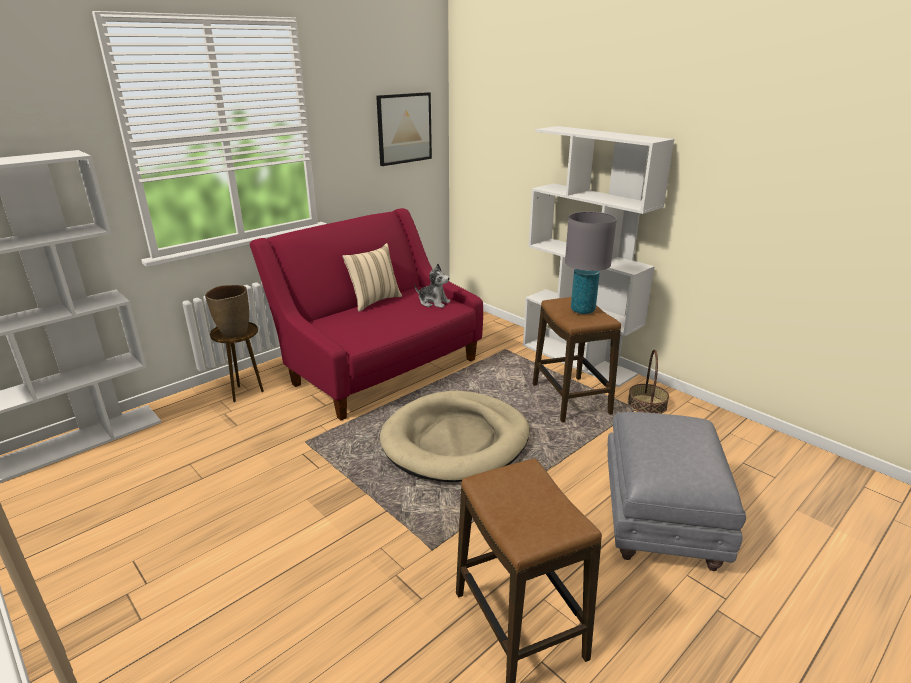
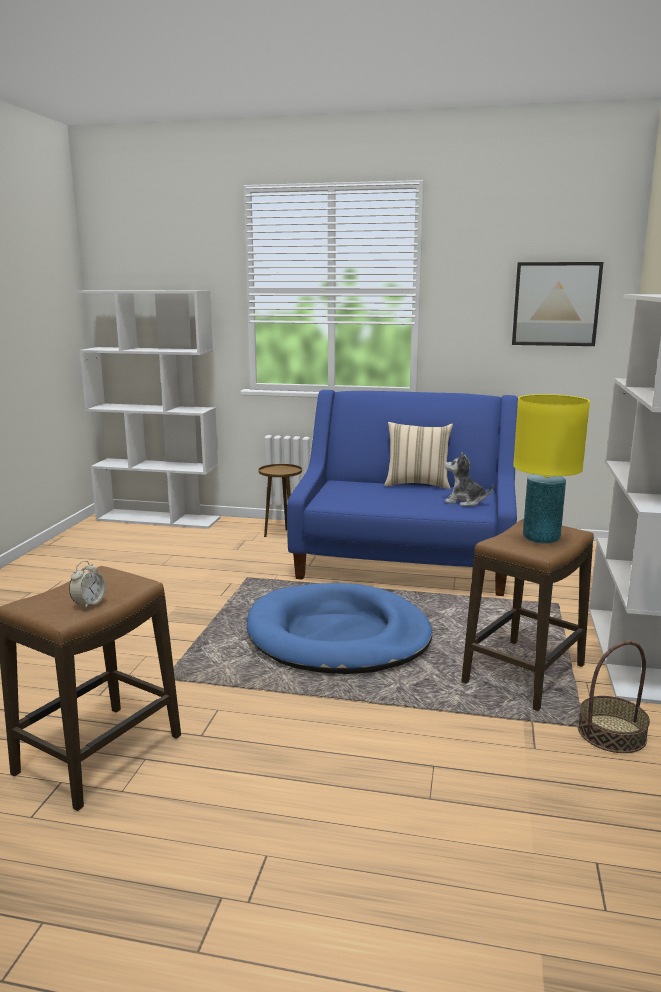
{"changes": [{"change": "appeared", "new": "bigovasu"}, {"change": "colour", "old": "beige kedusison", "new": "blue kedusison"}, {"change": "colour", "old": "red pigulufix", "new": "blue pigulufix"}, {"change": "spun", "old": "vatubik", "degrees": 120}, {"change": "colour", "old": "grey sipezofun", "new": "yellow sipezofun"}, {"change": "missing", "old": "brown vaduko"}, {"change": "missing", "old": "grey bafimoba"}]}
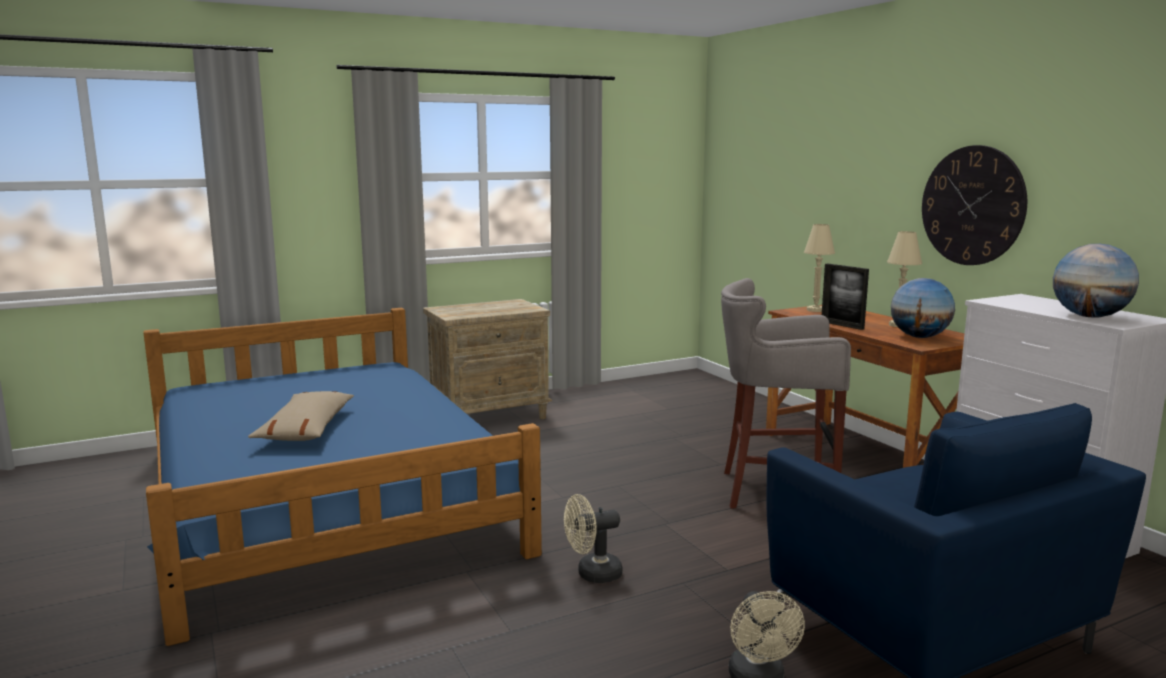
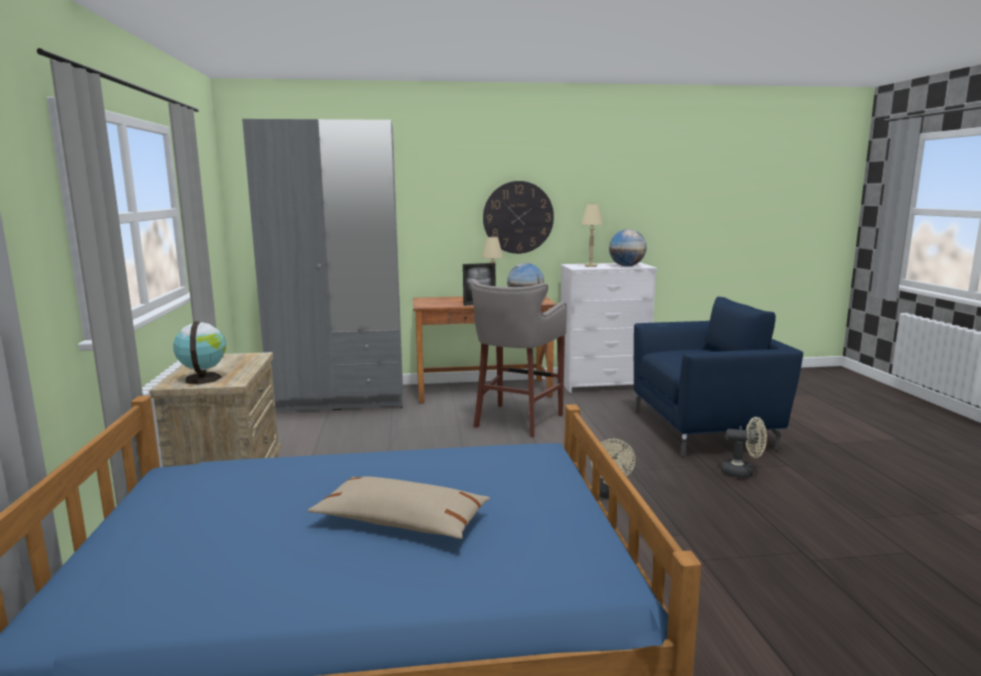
{"changes": [{"change": "appeared", "new": "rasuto (no. 1 from left)"}, {"change": "appeared", "new": "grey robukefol"}, {"change": "relocated", "old": "beige sipezofun (no. 1 from left in the first image)", "new": "beige sipezofun (no. 2 from left)"}]}
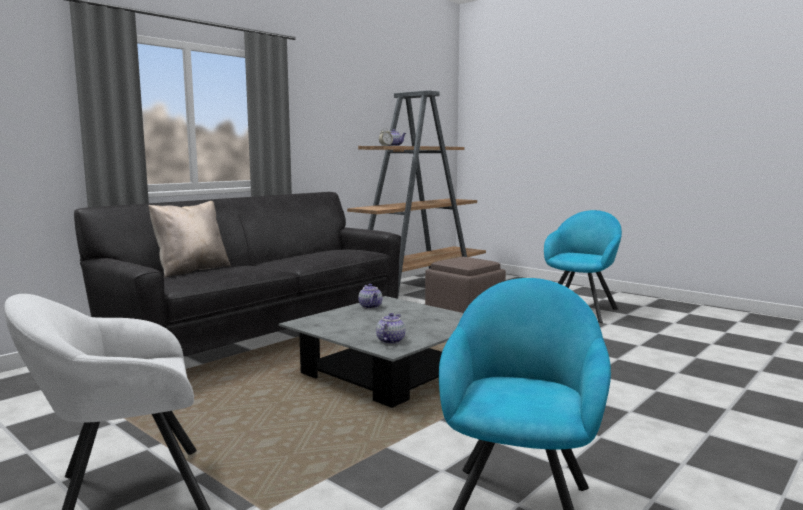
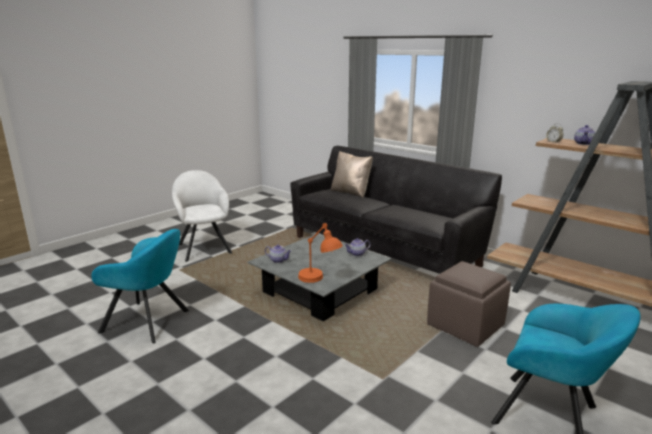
{"changes": [{"change": "appeared", "new": "orange sipezofun"}]}
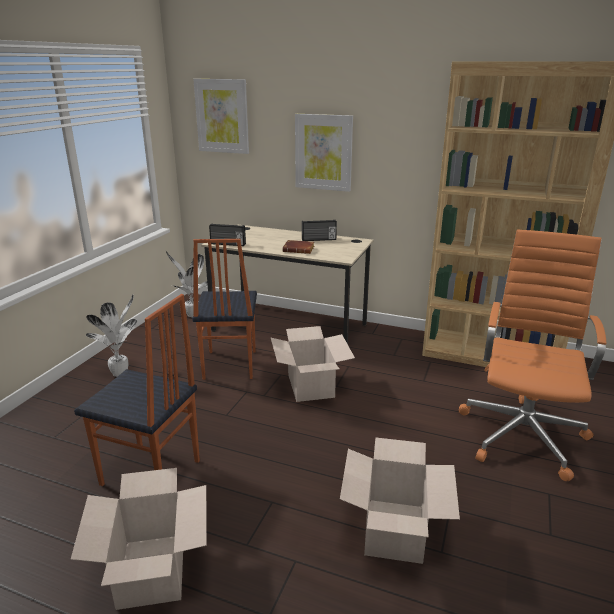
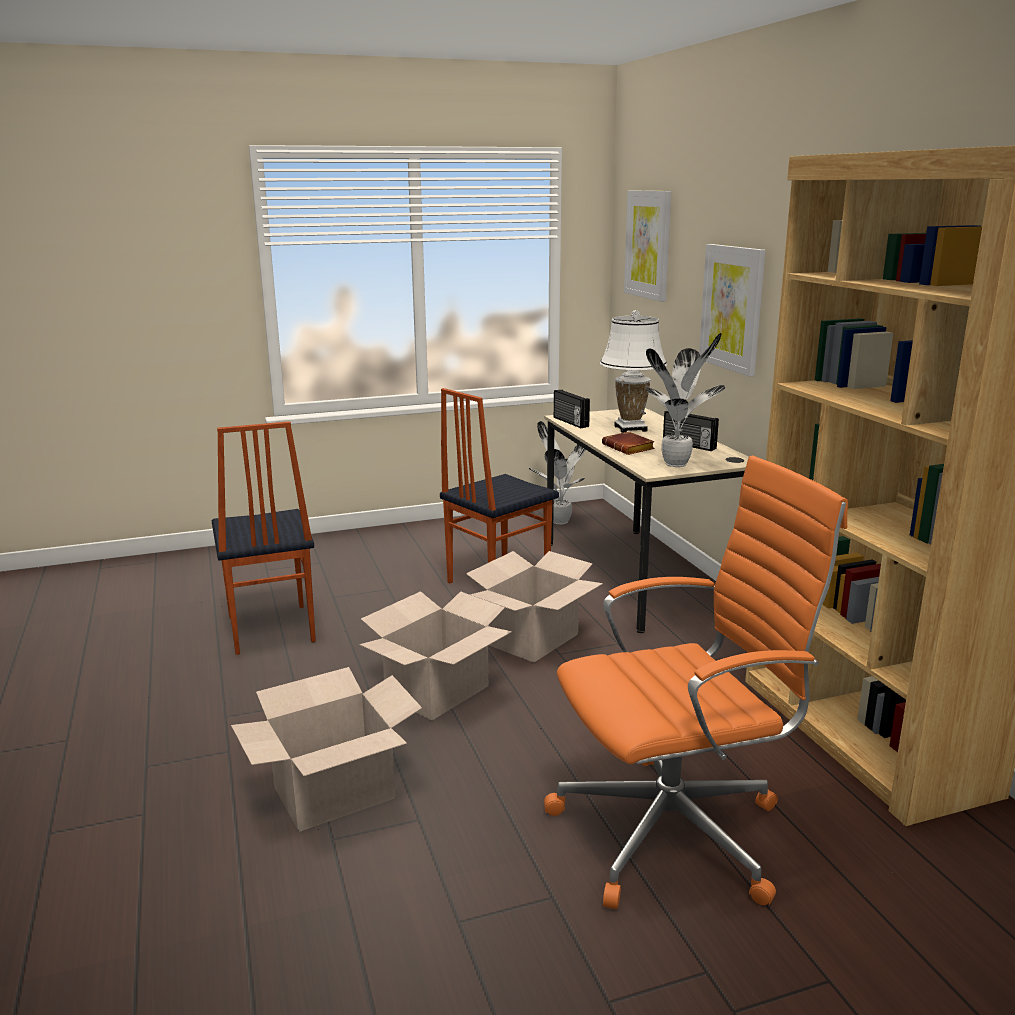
{"changes": [{"change": "relocated", "old": "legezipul (no. 1 from left in the first image)", "new": "legezipul (no. 2 from left)"}, {"change": "appeared", "new": "white sipezofun"}, {"change": "relocated", "old": "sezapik (no. 1 from left in the first image)", "new": "sezapik (no. 2 from left)"}]}
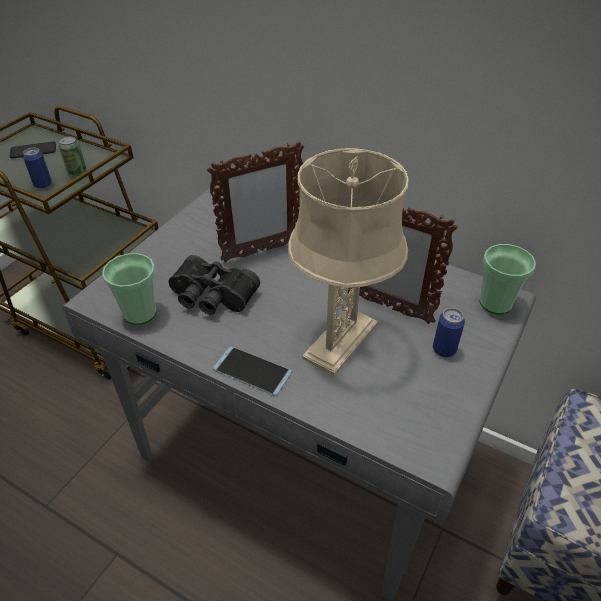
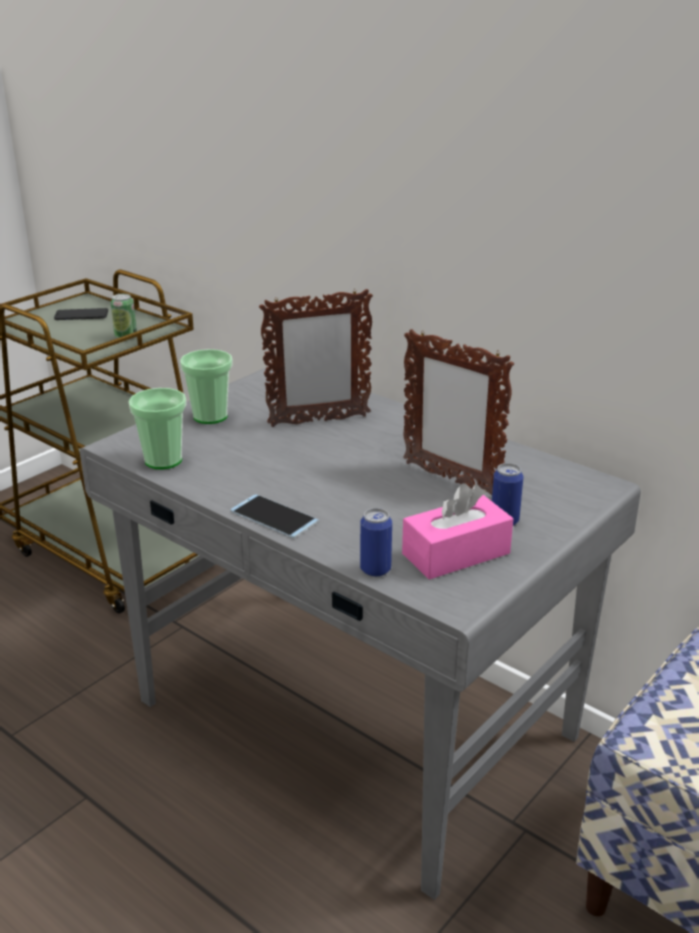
{"changes": [{"change": "relocated", "old": "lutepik (no. 2 from left)"}, {"change": "relocated", "old": "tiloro (no. 1 from left in the first image)", "new": "tiloro (no. 2 from left)"}, {"change": "appeared", "new": "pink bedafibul"}, {"change": "missing", "old": "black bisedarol"}, {"change": "missing", "old": "beige sipezofun"}]}
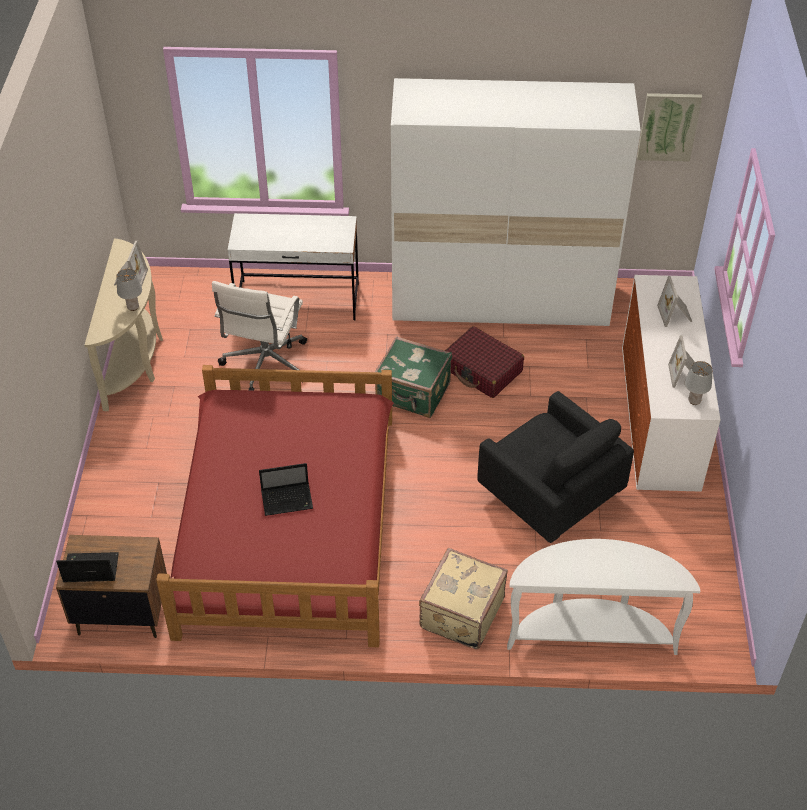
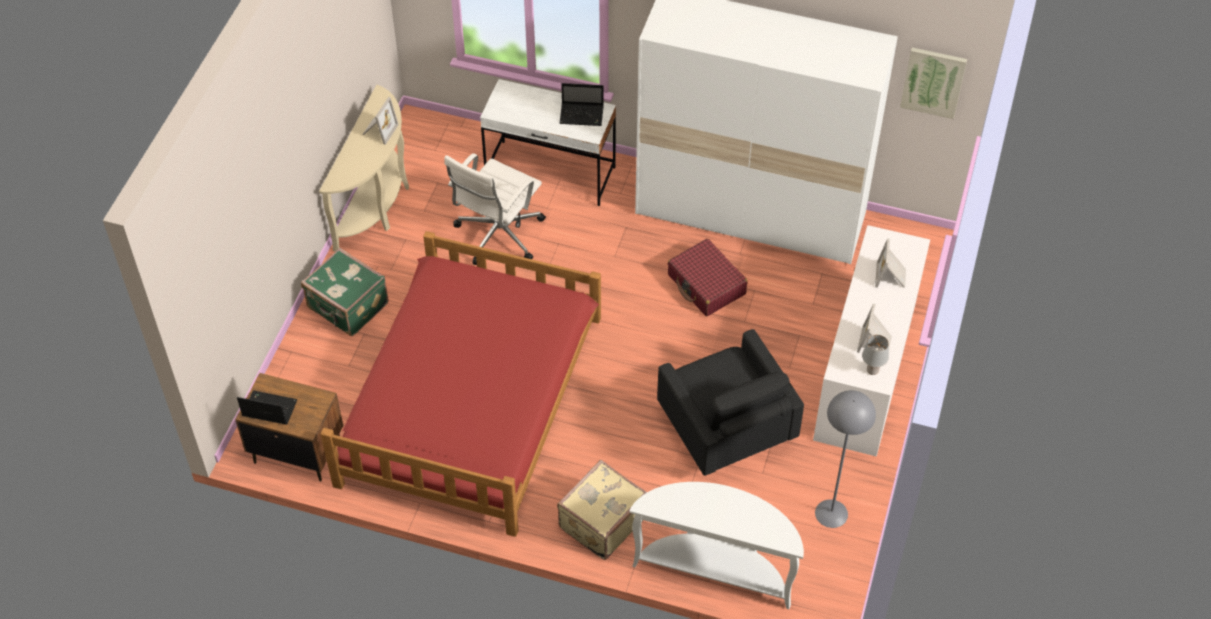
{"changes": [{"change": "relocated", "old": "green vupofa"}, {"change": "relocated", "old": "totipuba (no. 2 from left)"}, {"change": "appeared", "new": "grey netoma"}, {"change": "missing", "old": "grey sipezofun (no. 1 from left)"}]}
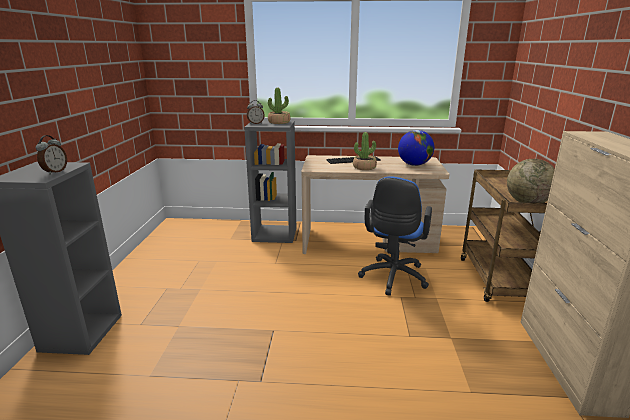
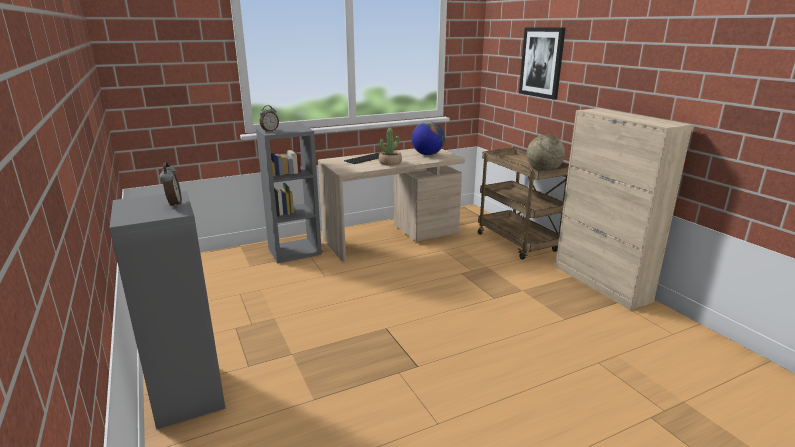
{"changes": [{"change": "appeared", "new": "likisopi"}, {"change": "missing", "old": "sezapik (no. 1 from left)"}, {"change": "missing", "old": "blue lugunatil"}]}
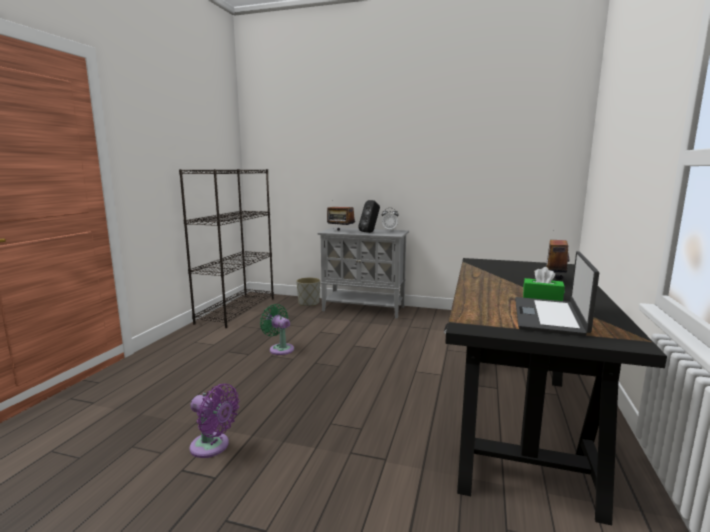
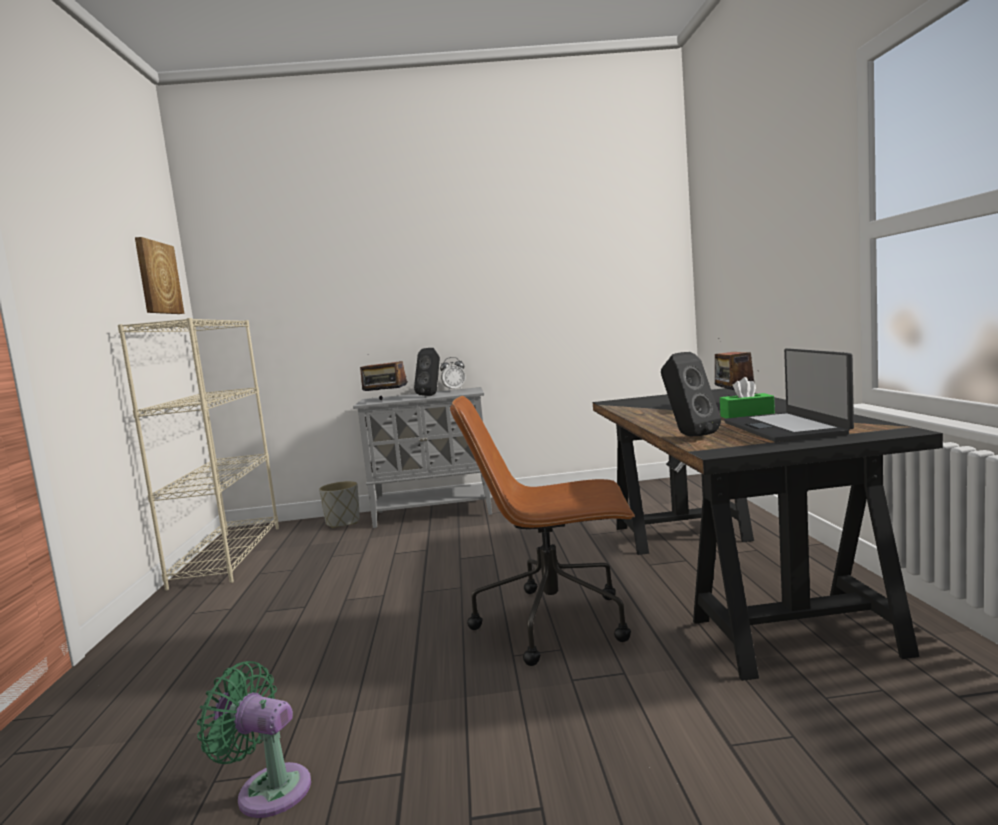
{"changes": [{"change": "colour", "old": "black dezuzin", "new": "beige dezuzin"}, {"change": "appeared", "new": "likisopi"}, {"change": "relocated", "old": "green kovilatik"}, {"change": "appeared", "new": "brown lugunatil"}, {"change": "appeared", "new": "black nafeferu (no. 2 from left)"}, {"change": "missing", "old": "purple kovilatik"}]}
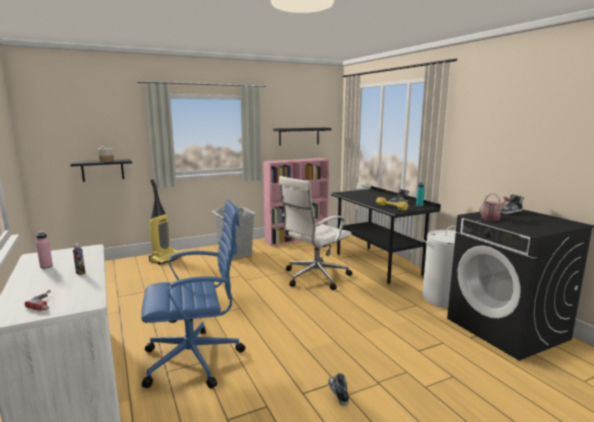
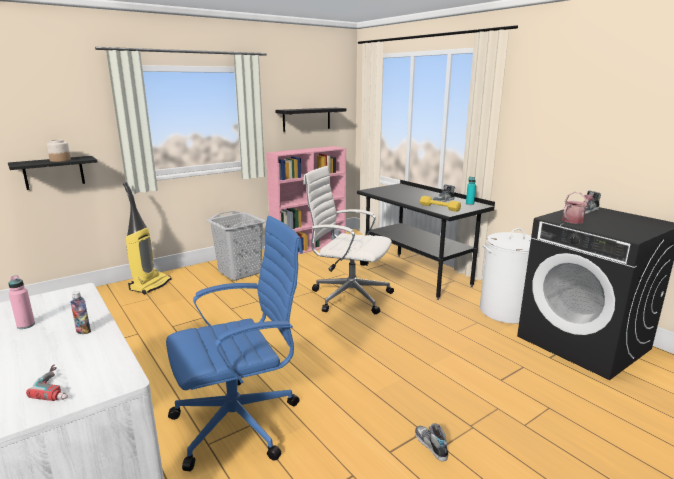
{"changes": [{"change": "spun", "old": "white lugunatil", "degrees": 75}]}
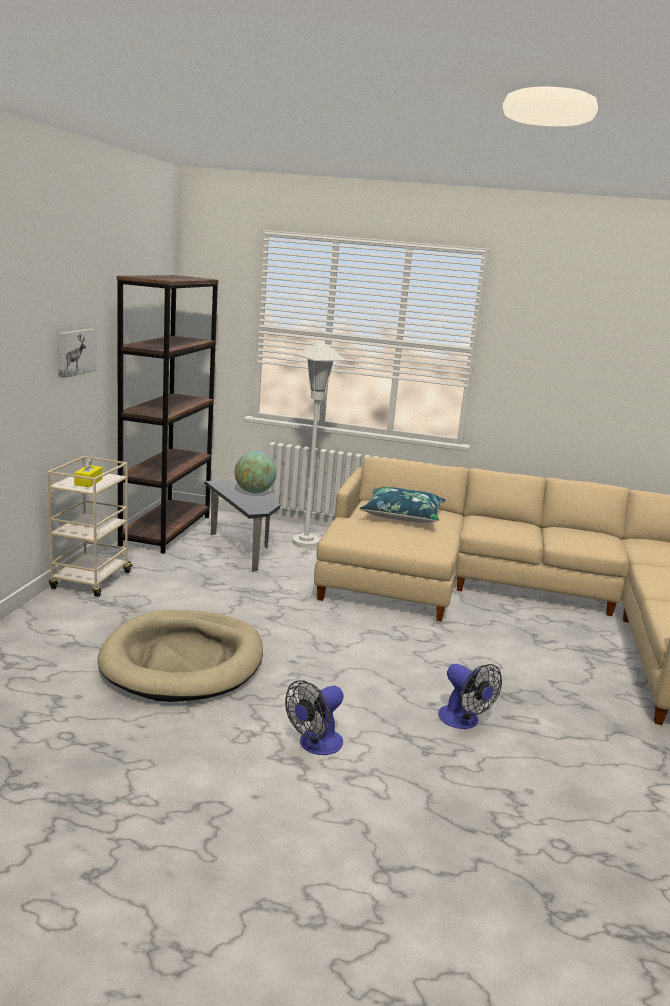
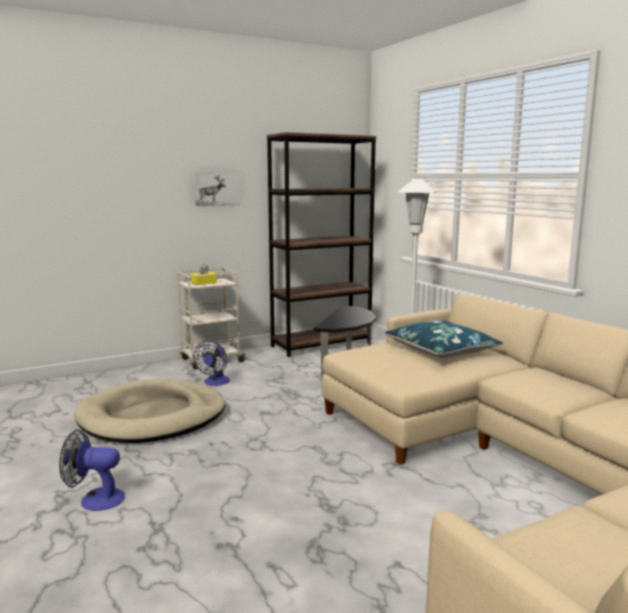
{"changes": [{"change": "relocated", "old": "kovilatik (no. 2 from left)"}, {"change": "missing", "old": "rasuto"}]}
